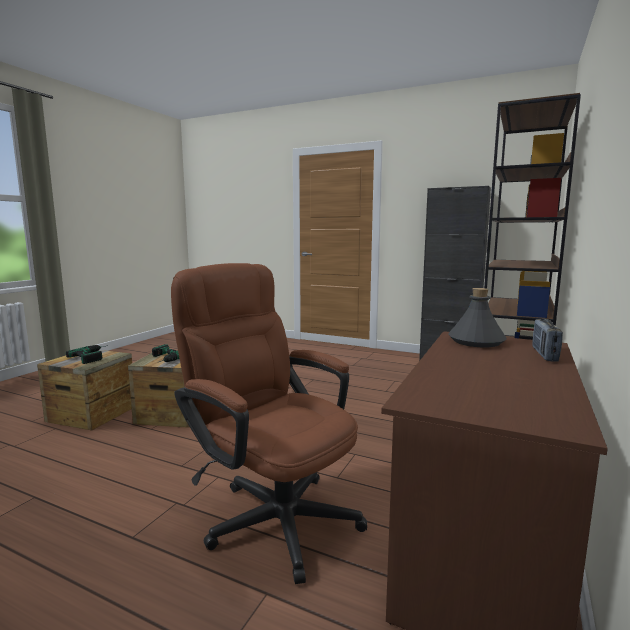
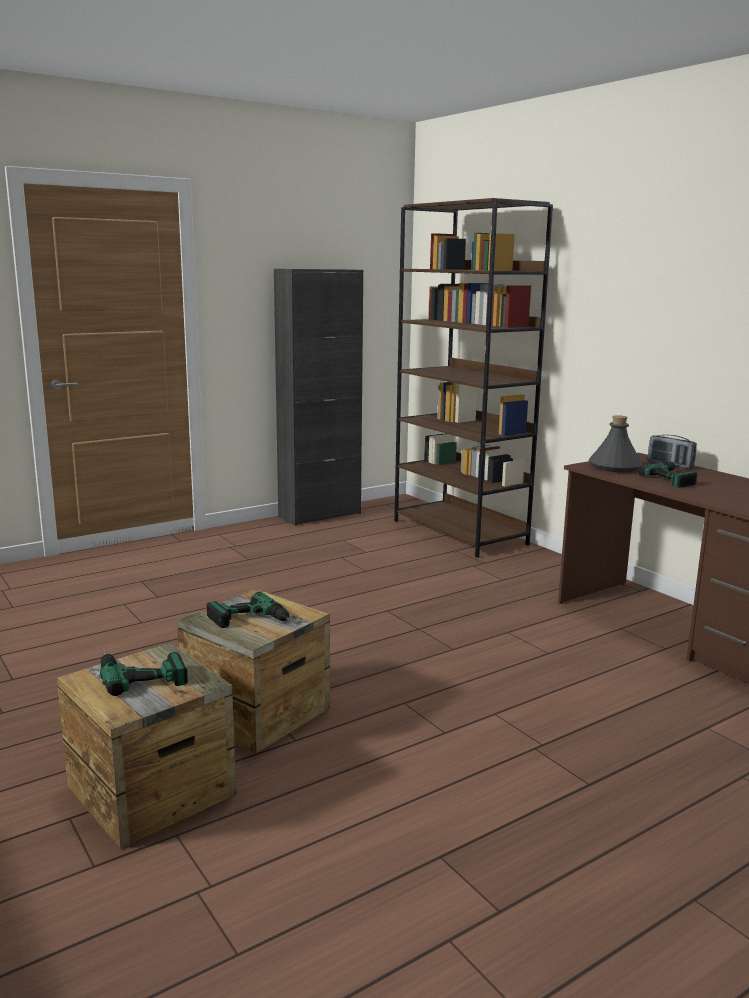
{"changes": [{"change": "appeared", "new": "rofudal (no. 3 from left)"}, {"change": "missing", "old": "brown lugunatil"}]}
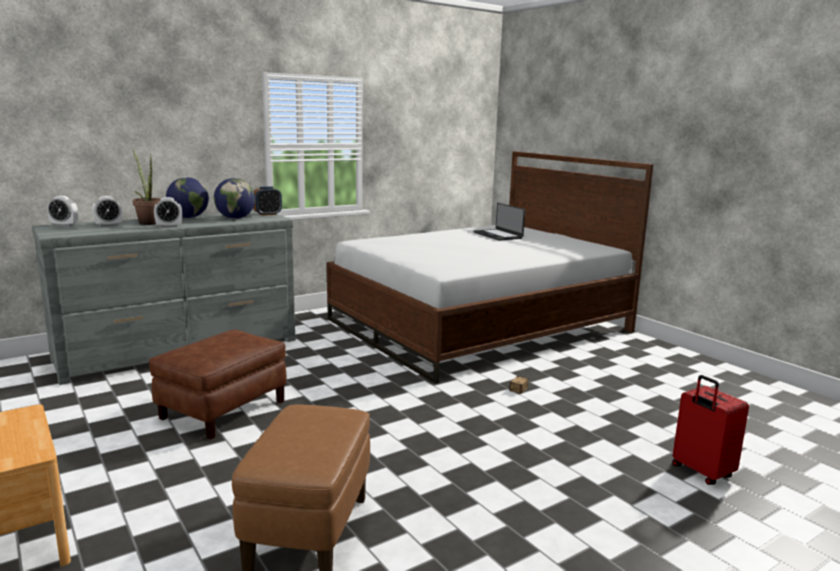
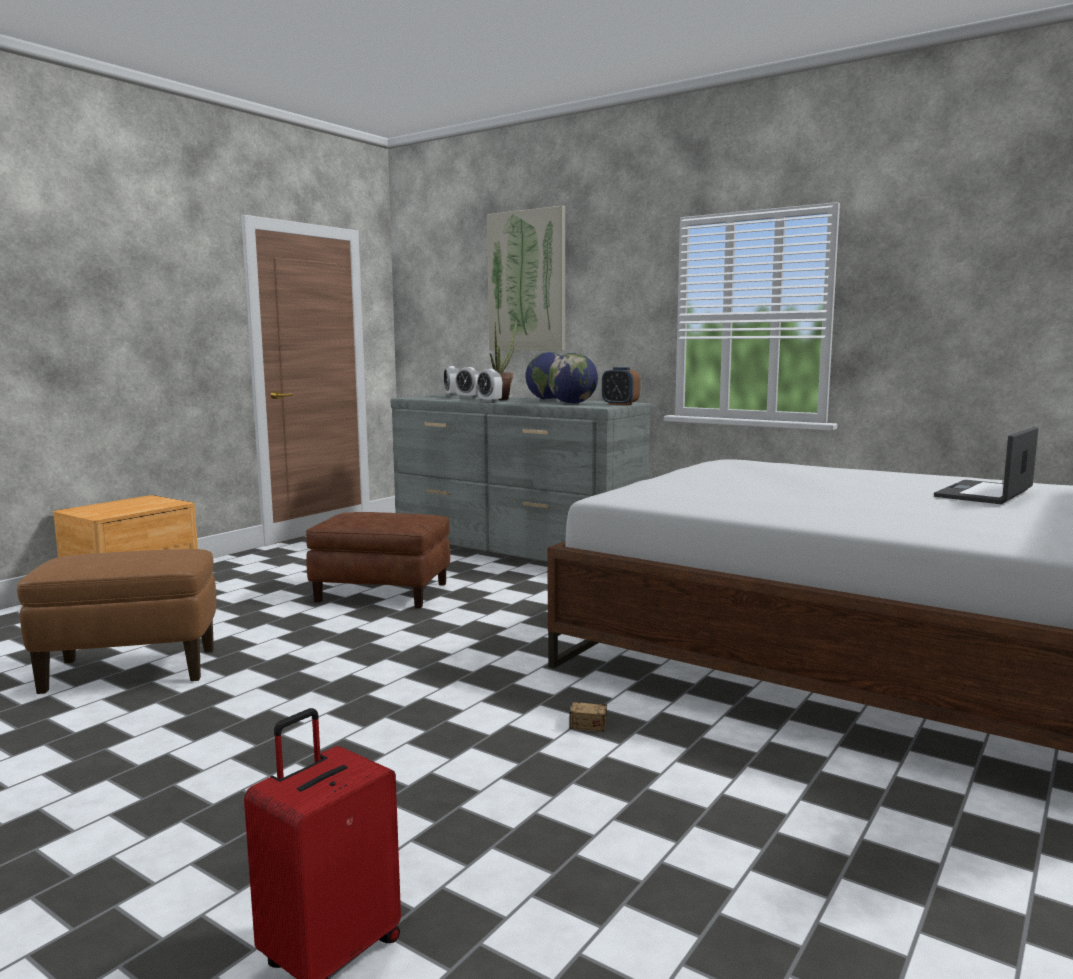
{"changes": [{"change": "appeared", "new": "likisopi"}]}
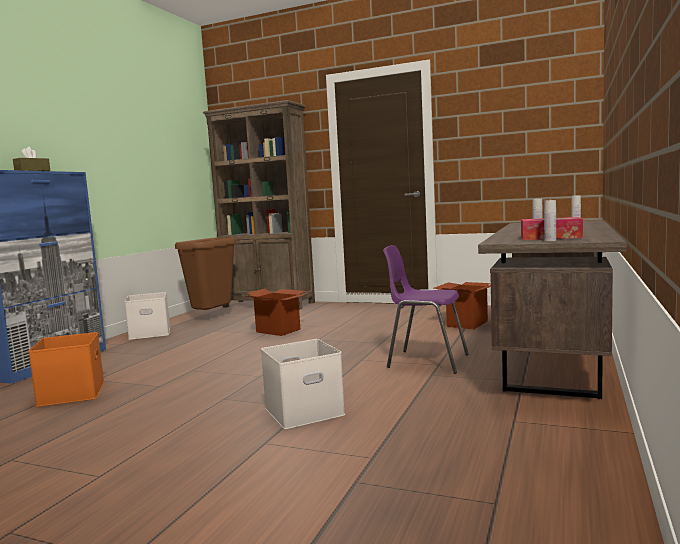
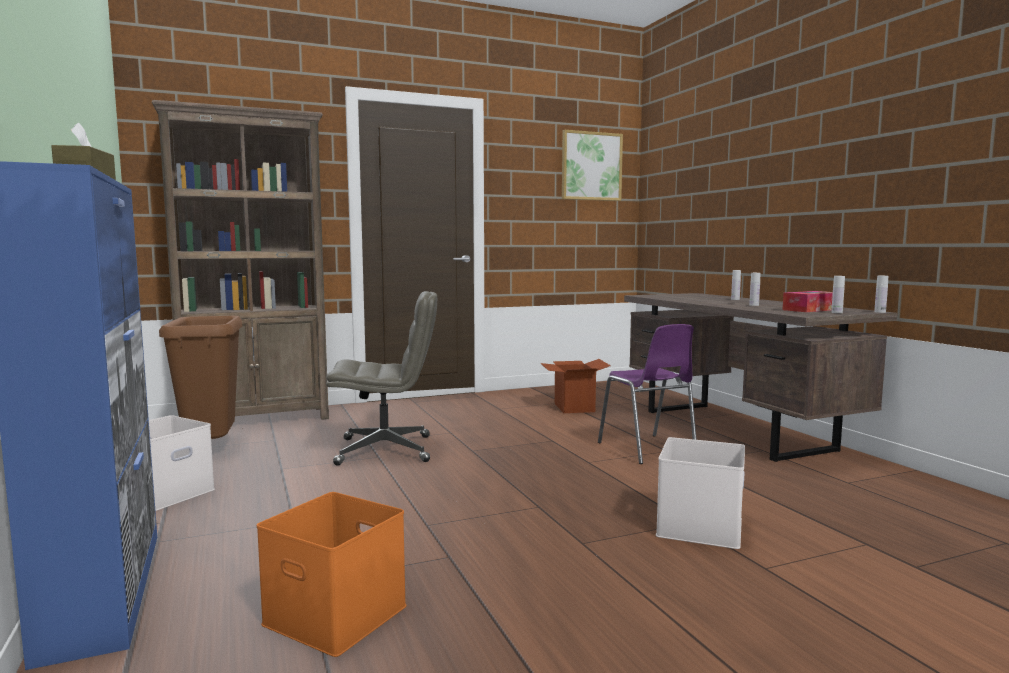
{"changes": [{"change": "exchanged", "old": "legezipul (no. 1 from left)", "new": "grey lugunatil"}, {"change": "appeared", "new": "likisopi"}, {"change": "spun", "old": "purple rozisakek", "degrees": -90}, {"change": "appeared", "new": "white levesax (no. 4 from left)"}]}
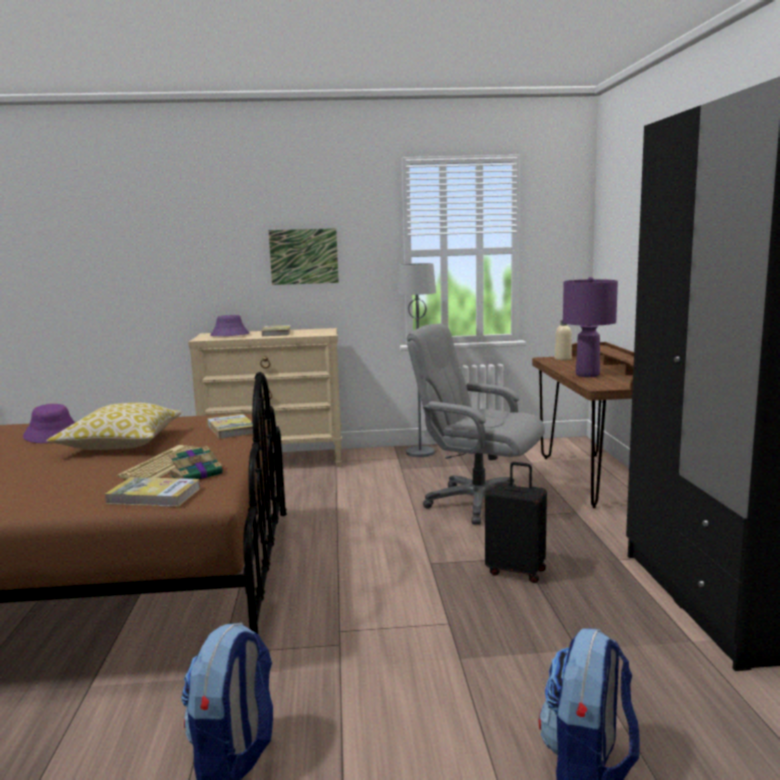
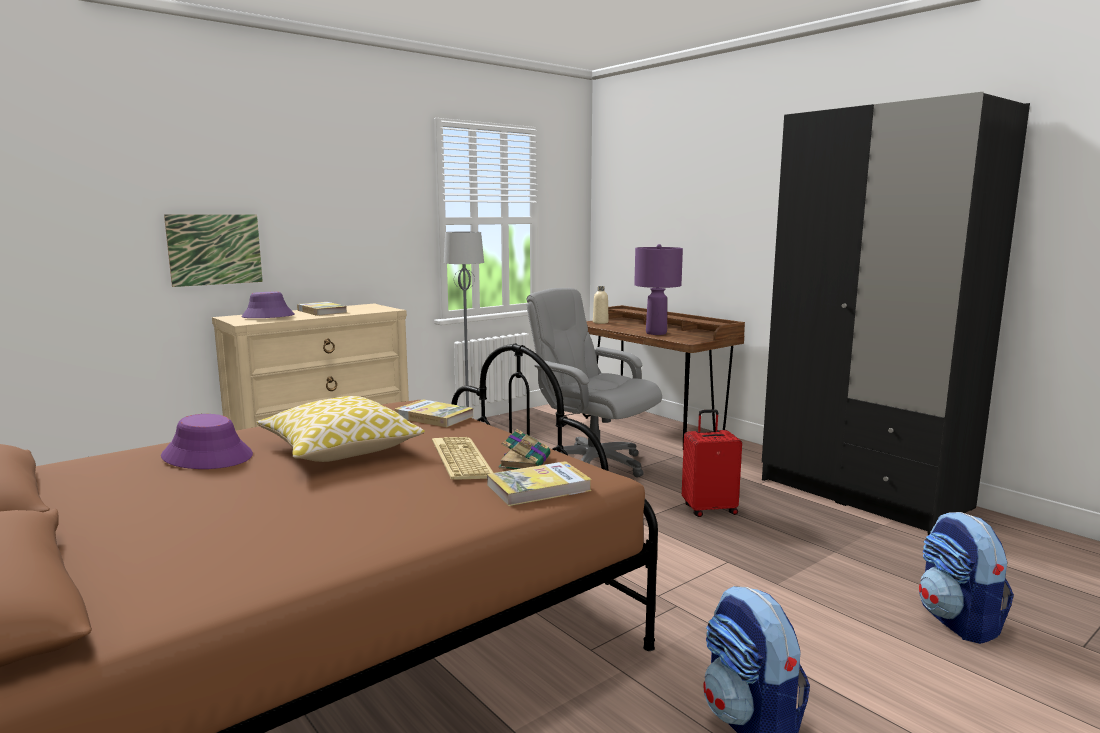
{"changes": [{"change": "relocated", "old": "likisopi"}, {"change": "spun", "old": "grey lugunatil", "degrees": 45}, {"change": "colour", "old": "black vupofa", "new": "red vupofa"}]}
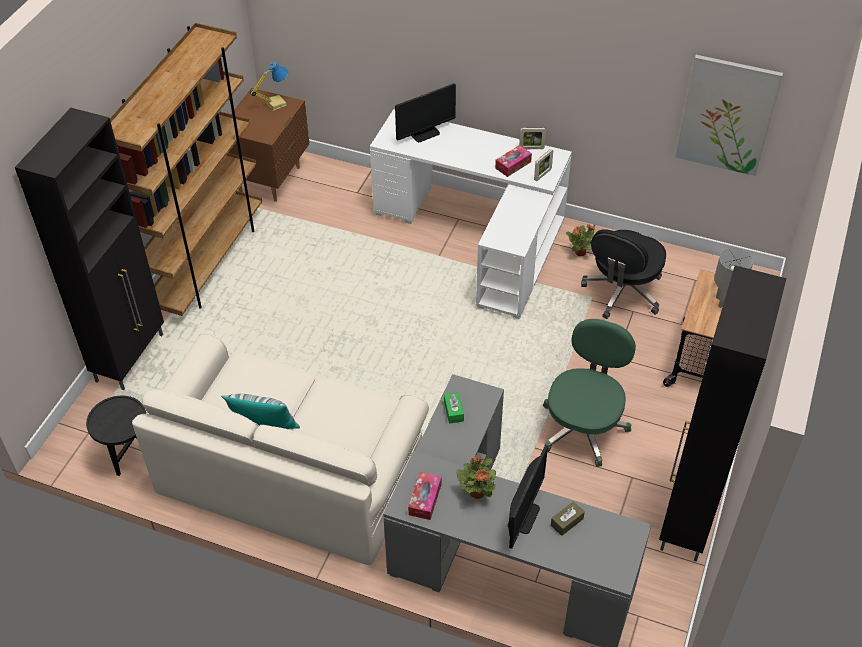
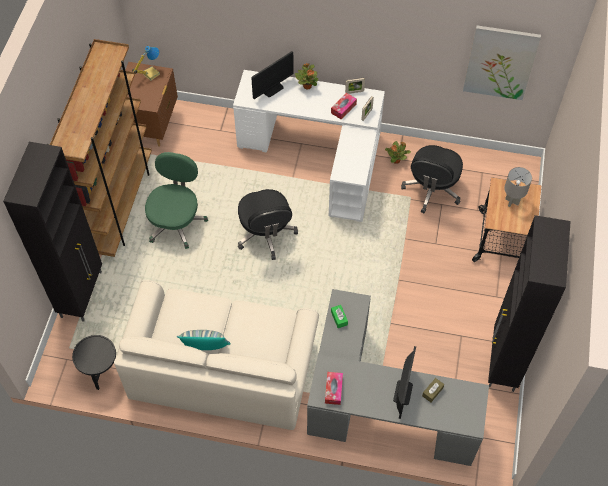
{"changes": [{"change": "relocated", "old": "green lugunatil"}, {"change": "appeared", "new": "black lugunatil (no. 1 from left)"}, {"change": "relocated", "old": "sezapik (no. 1 from left)"}]}
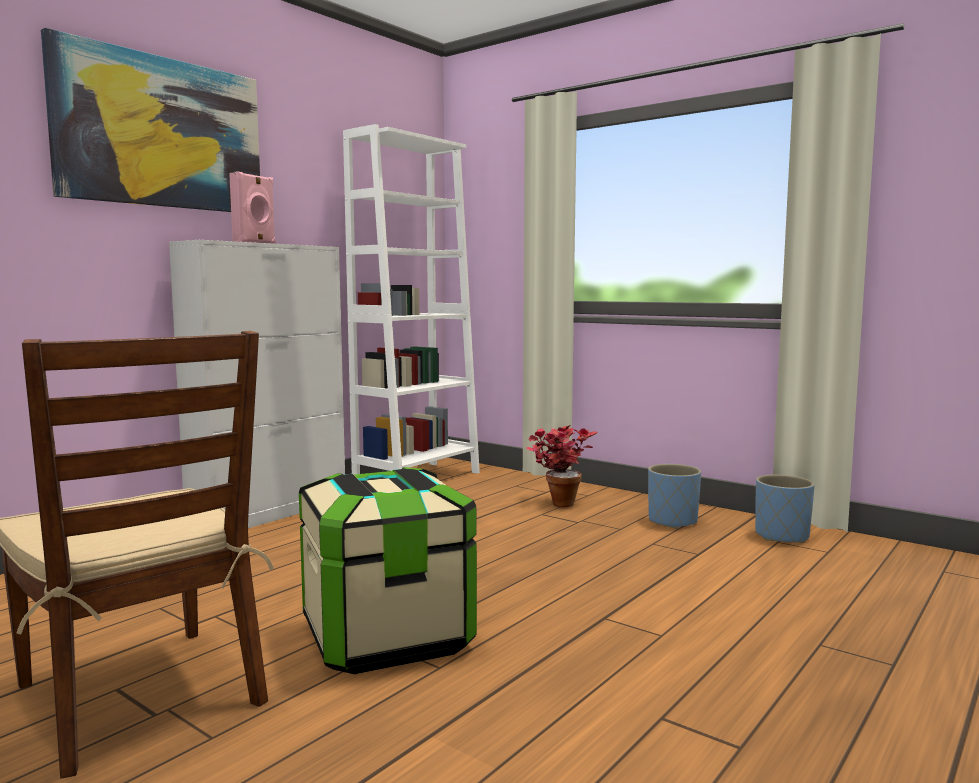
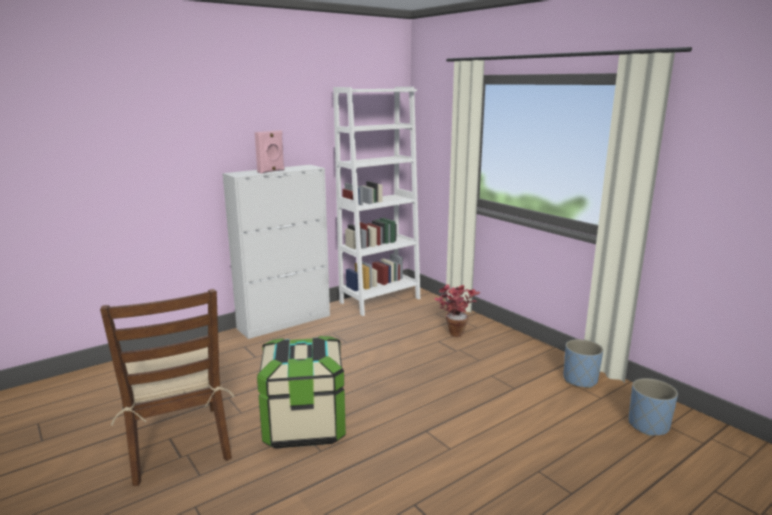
{"changes": [{"change": "relocated", "old": "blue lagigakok (no. 1 from left in the first image)", "new": "blue lagigakok (no. 2 from left)"}, {"change": "missing", "old": "likisopi"}]}
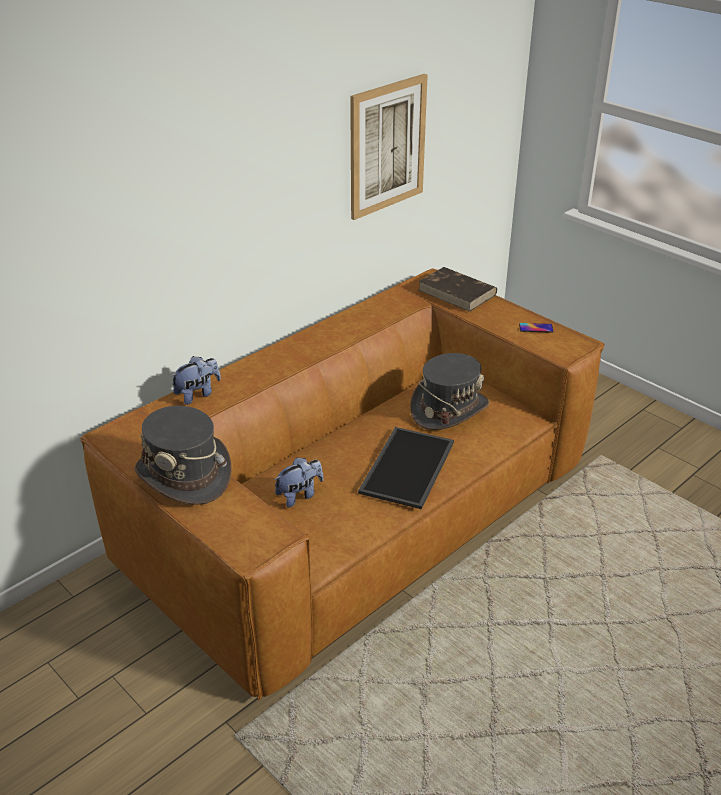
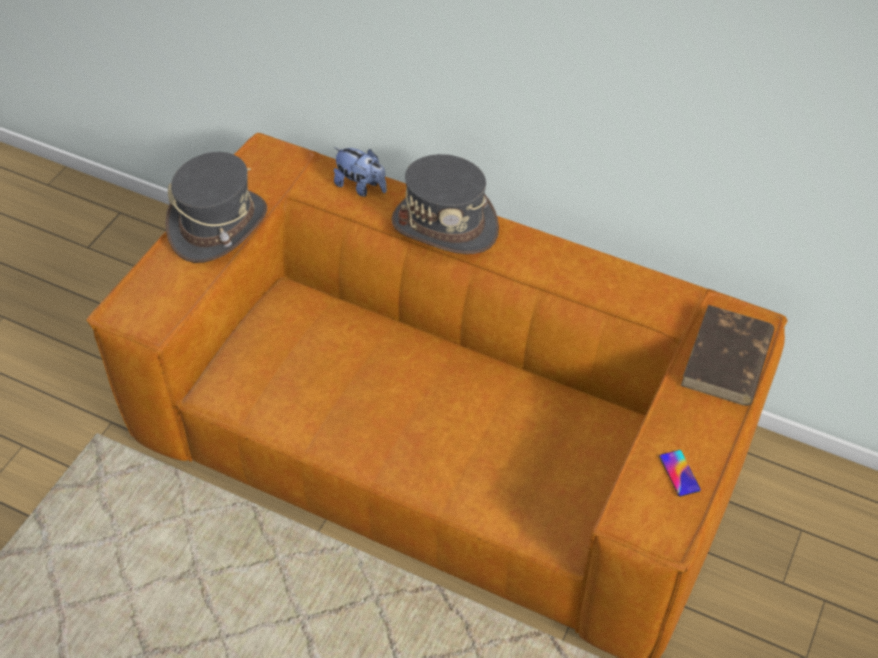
{"changes": [{"change": "relocated", "old": "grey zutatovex (no. 2 from left)"}, {"change": "missing", "old": "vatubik (no. 2 from left)"}, {"change": "missing", "old": "likisopi"}, {"change": "missing", "old": "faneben"}]}
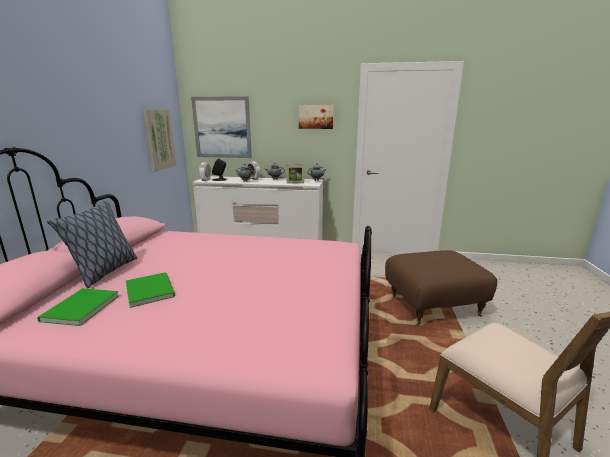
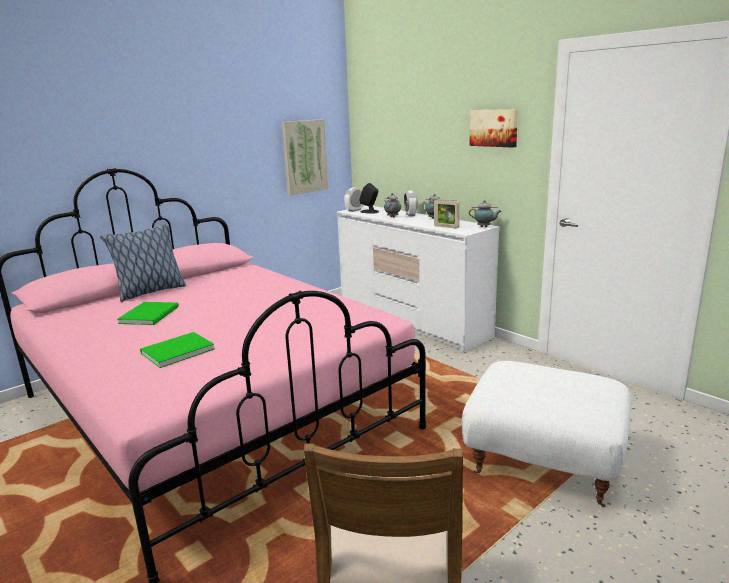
{"changes": [{"change": "relocated", "old": "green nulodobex (no. 1 from left in the first image)", "new": "green nulodobex (no. 2 from left)"}, {"change": "colour", "old": "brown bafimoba", "new": "white bafimoba"}, {"change": "missing", "old": "likisopi (no. 2 from left)"}]}
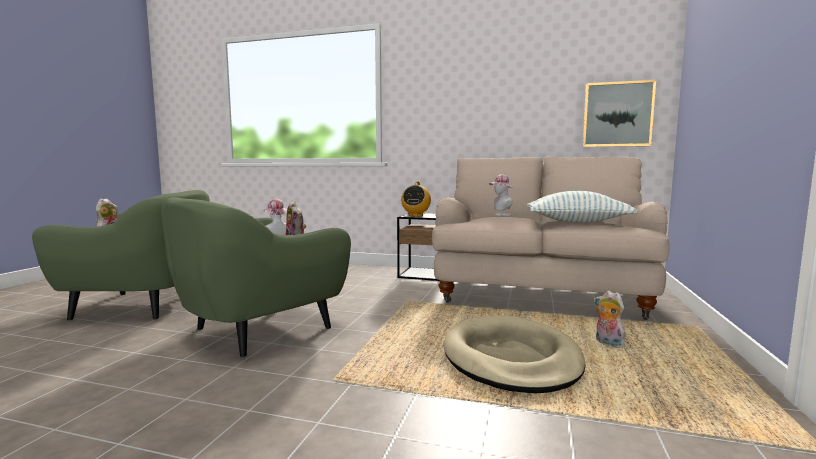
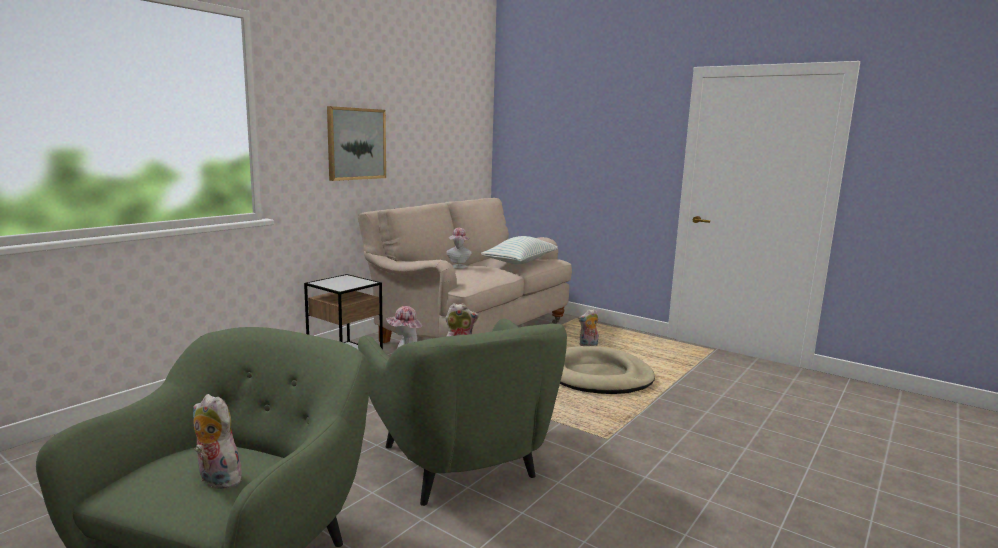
{"changes": [{"change": "relocated", "old": "likisopi"}, {"change": "missing", "old": "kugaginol"}]}
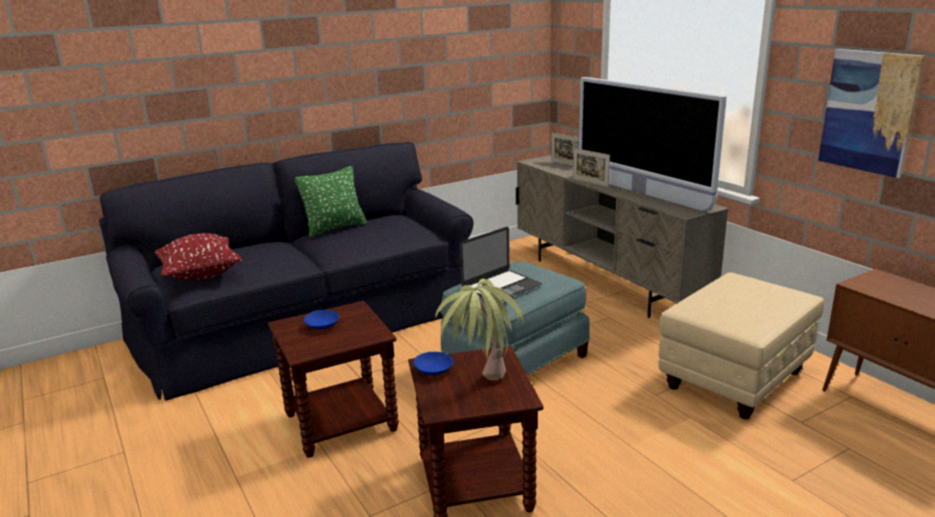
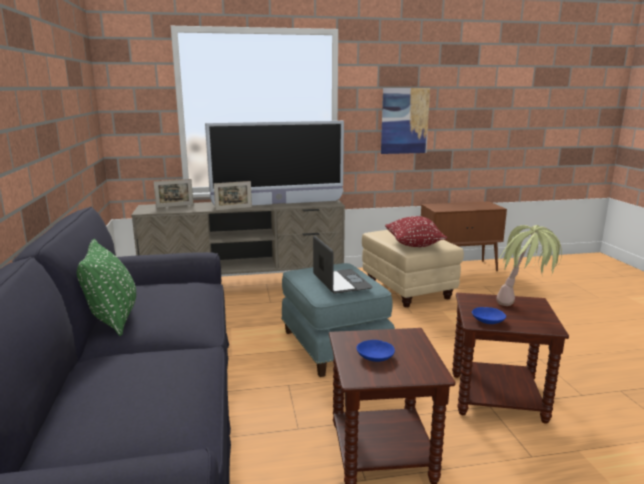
{"changes": [{"change": "relocated", "old": "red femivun"}]}
